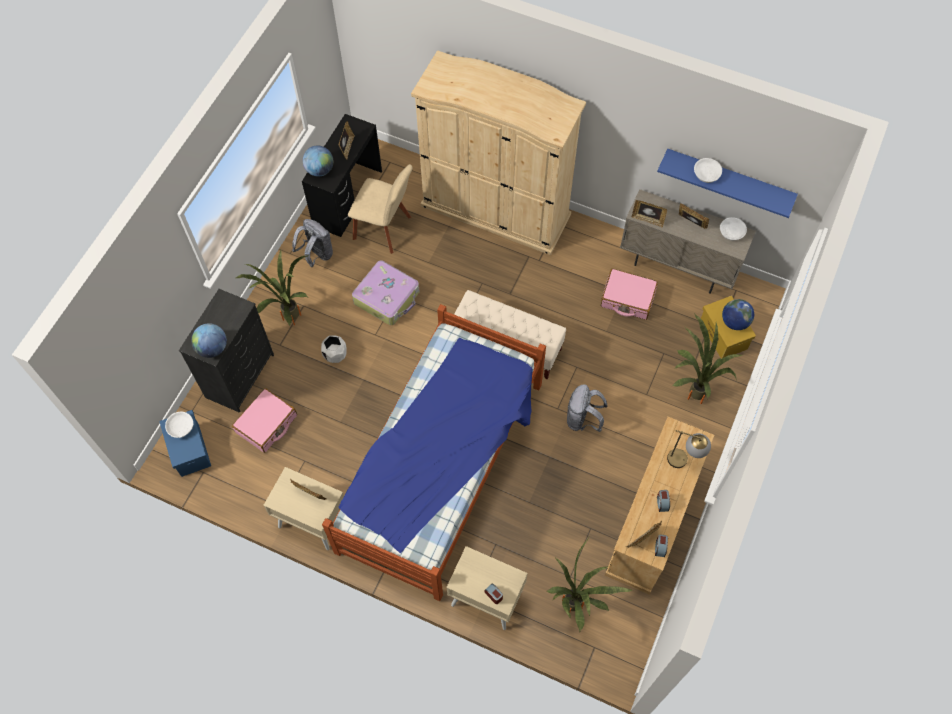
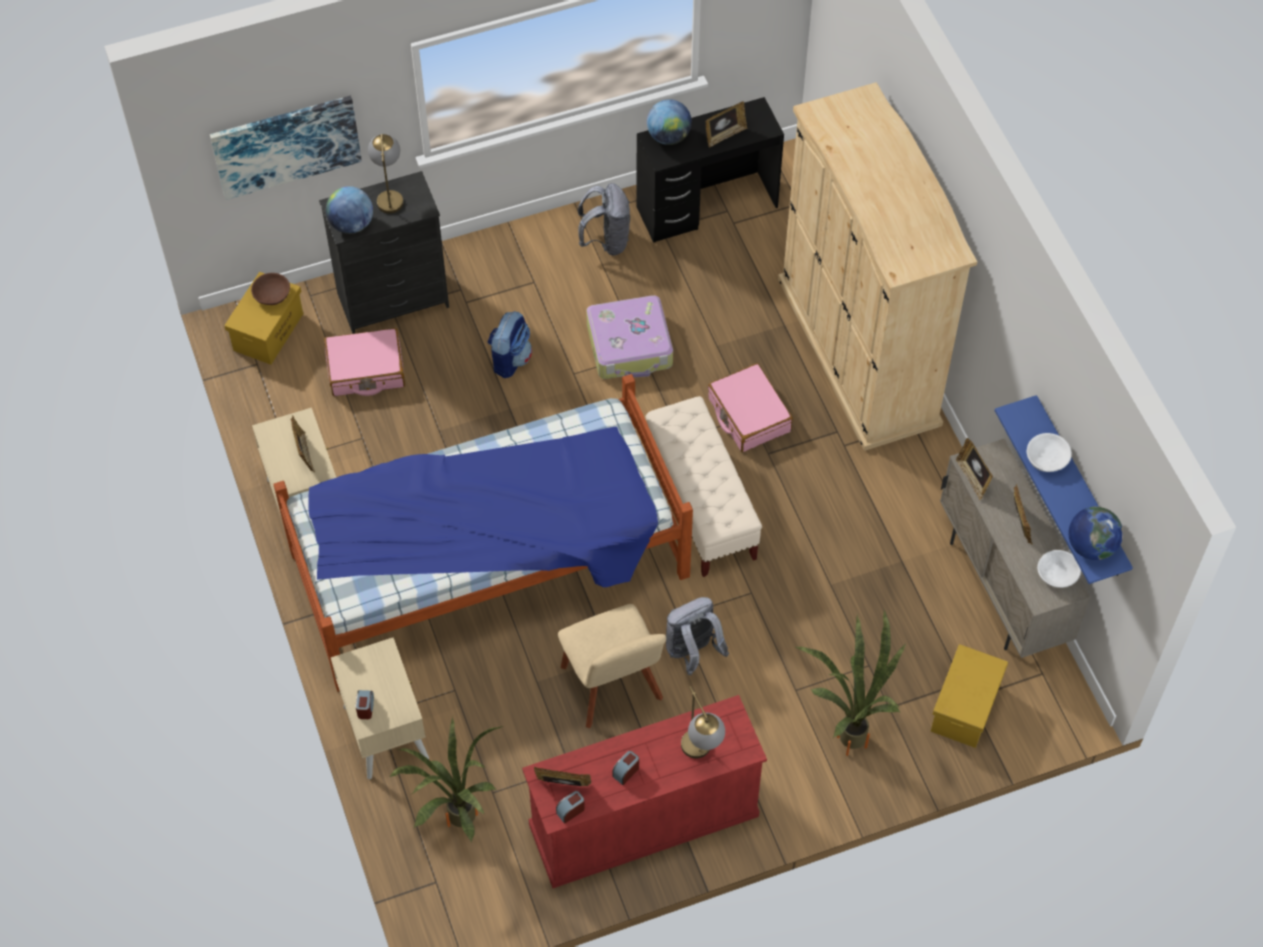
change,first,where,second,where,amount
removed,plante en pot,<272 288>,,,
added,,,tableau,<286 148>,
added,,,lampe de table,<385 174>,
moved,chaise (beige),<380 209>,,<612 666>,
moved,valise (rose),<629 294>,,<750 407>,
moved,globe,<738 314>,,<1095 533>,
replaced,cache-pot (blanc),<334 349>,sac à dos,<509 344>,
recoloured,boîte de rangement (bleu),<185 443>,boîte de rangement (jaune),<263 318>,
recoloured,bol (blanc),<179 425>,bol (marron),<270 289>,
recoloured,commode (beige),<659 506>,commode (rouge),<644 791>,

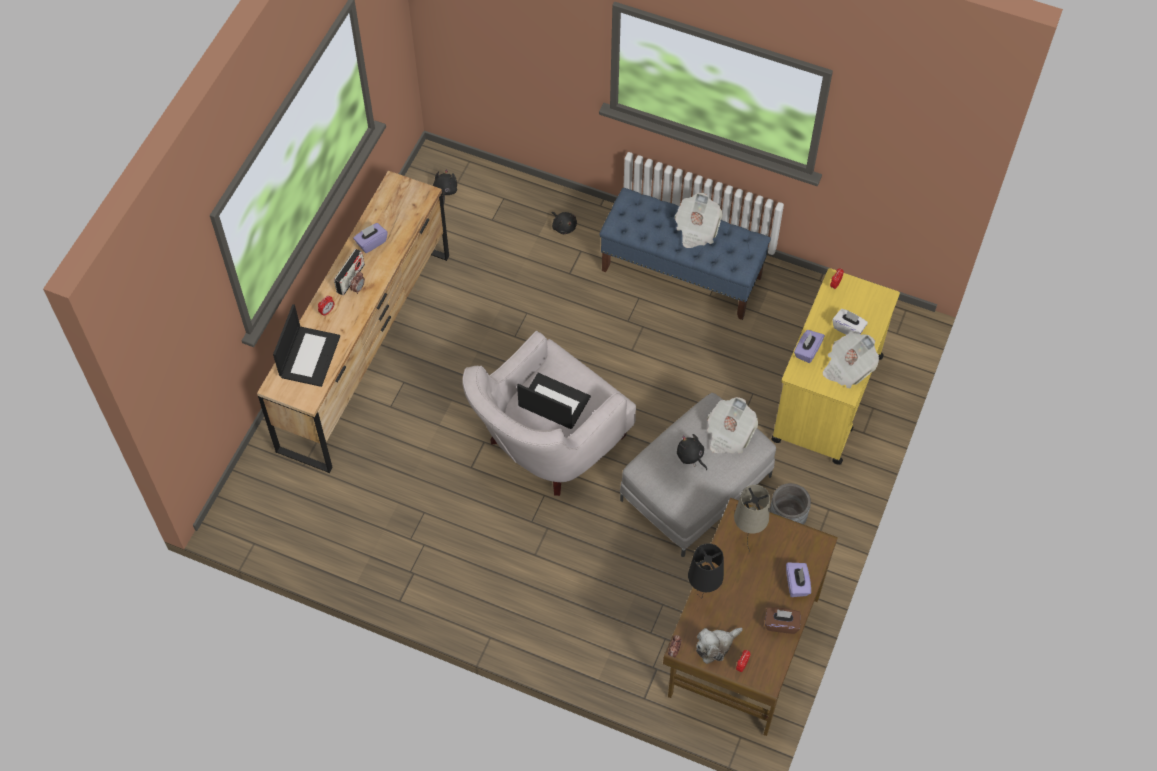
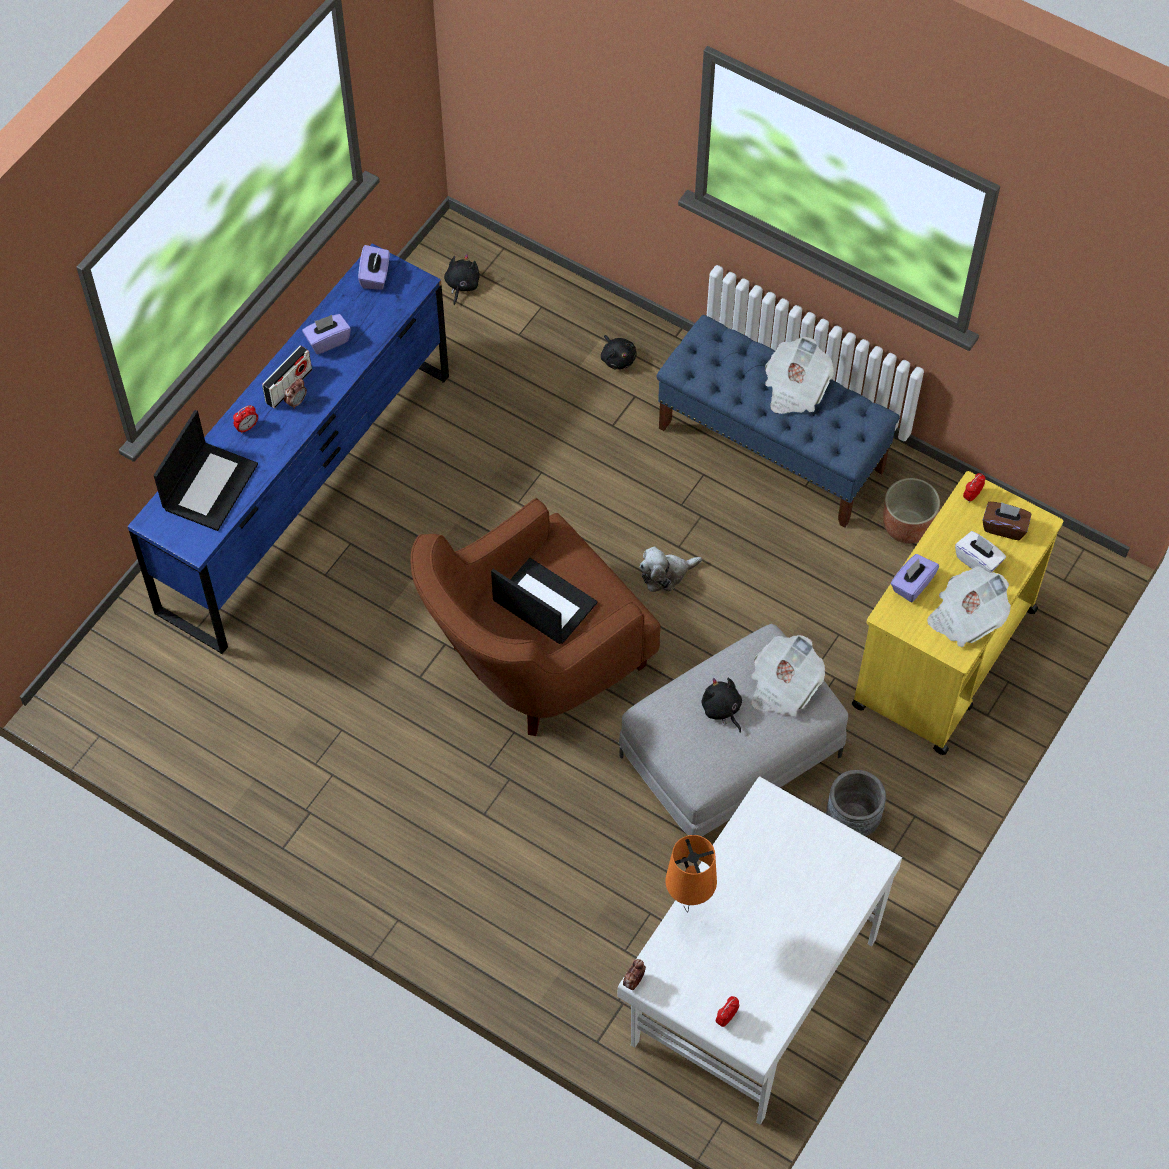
change,first,where,second,where,amount
removed,lampe de table (beige),<752 518>,,,
added,,,cache-pot,<911 511>,
moved,peluche,<719 646>,,<671 569>,
moved,boîte à mouchoirs (marron),<783 620>,,<1006 521>,
moved,boîte à mouchoirs (violet),<798 580>,,<373 267>,
recoloured,commode (marron),<353 322>,commode (bleu),<288 448>,
recoloured,fauteuil (blanc),<549 413>,fauteuil (marron),<535 617>,
recoloured,bureau (marron),<750 617>,bureau (blanc),<759 950>,
recoloured,lampe de table (noir),<706 570>,lampe de table (orange),<691 873>,

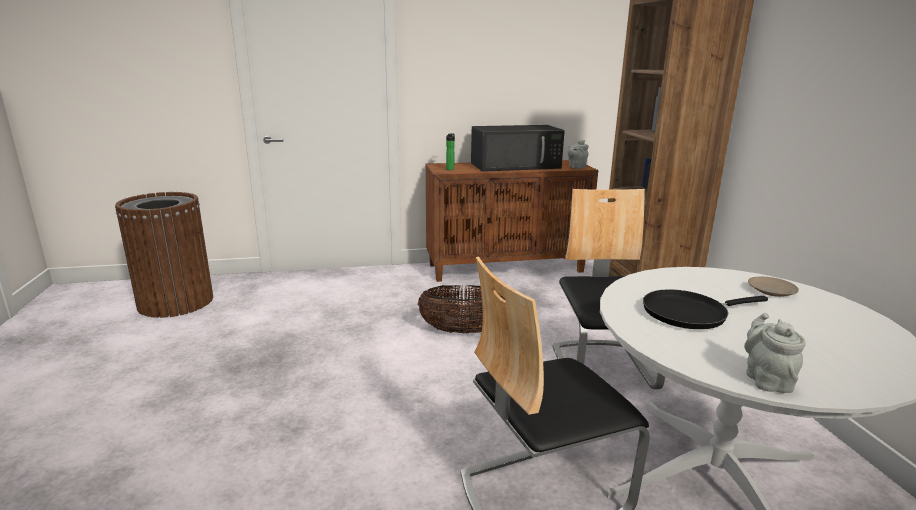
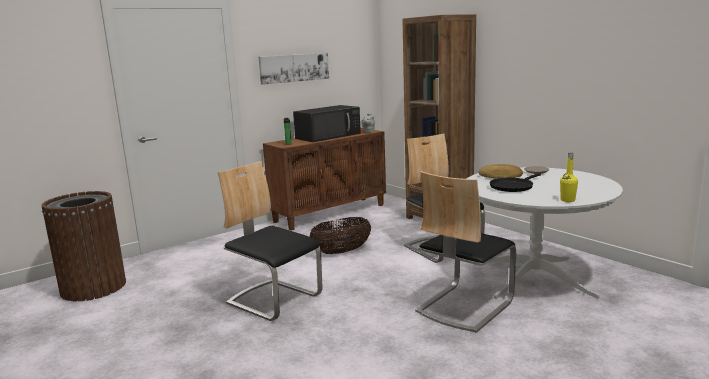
change,first,where,second,where,amount
added,,,chaise,<270 241>,
added,,,tableau,<293 69>,
added,,,pain,<500 171>,
replaced,théière (gris),<774 353>,bouteille (jaune),<569 177>,

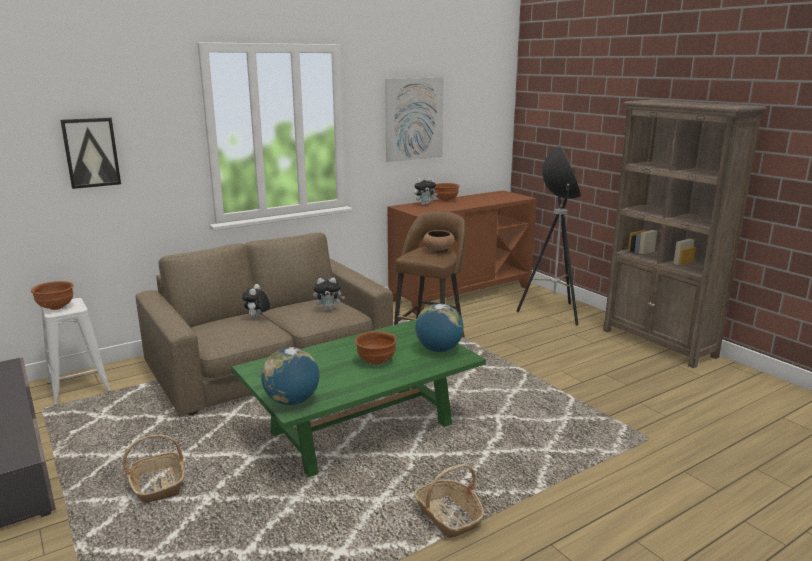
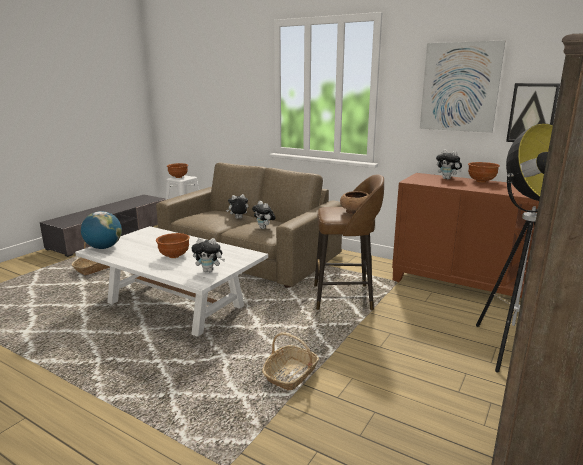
change,first,where,second,where,amount
moved,tableau,<90 153>,,<533 112>,
moved,panier,<449 501>,,<290 361>,
replaced,globe,<439 328>,peluche,<208 255>,
recoloured,table basse (vert),<359 398>,table basse (blanc),<171 281>,

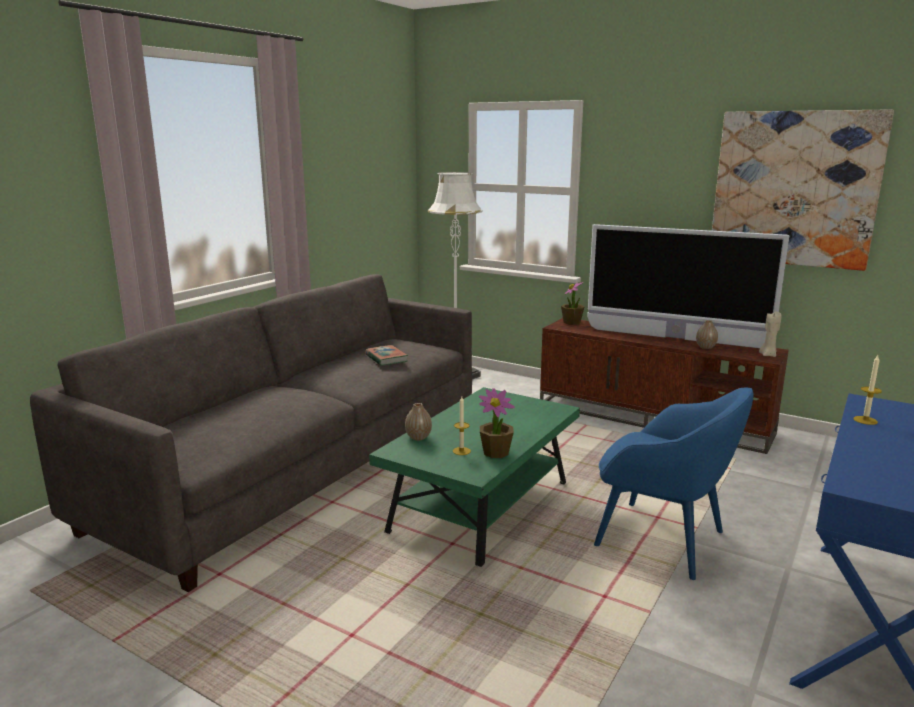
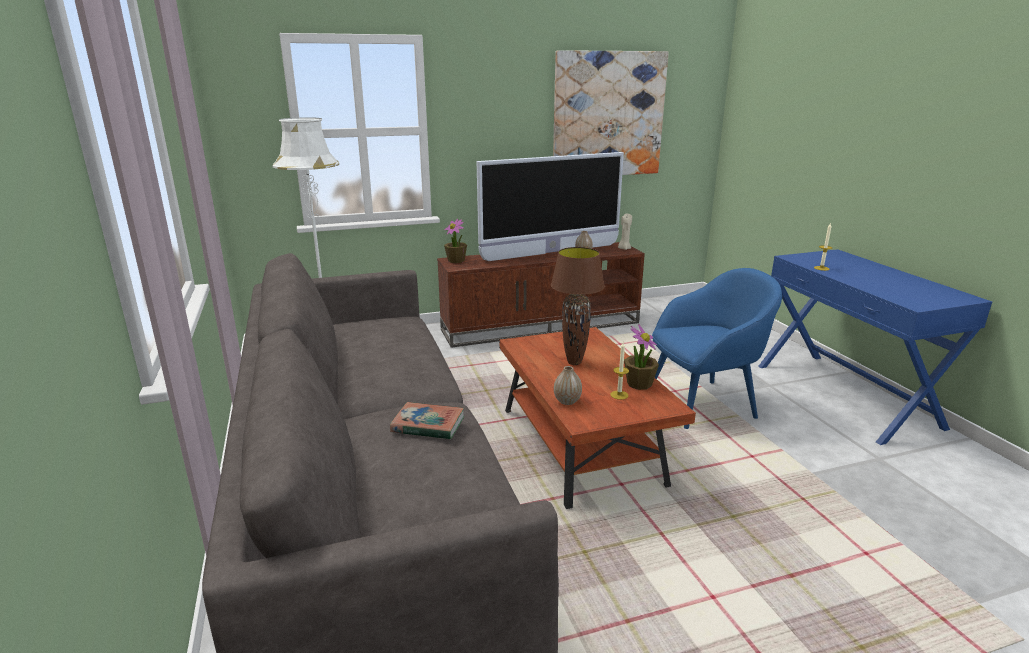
change,first,where,second,where,amount
added,,,lampe de table (marron),<578 306>,
moved,livre,<386 355>,,<427 421>,
recoloured,table basse (vert),<474 477>,table basse (marron),<597 418>,

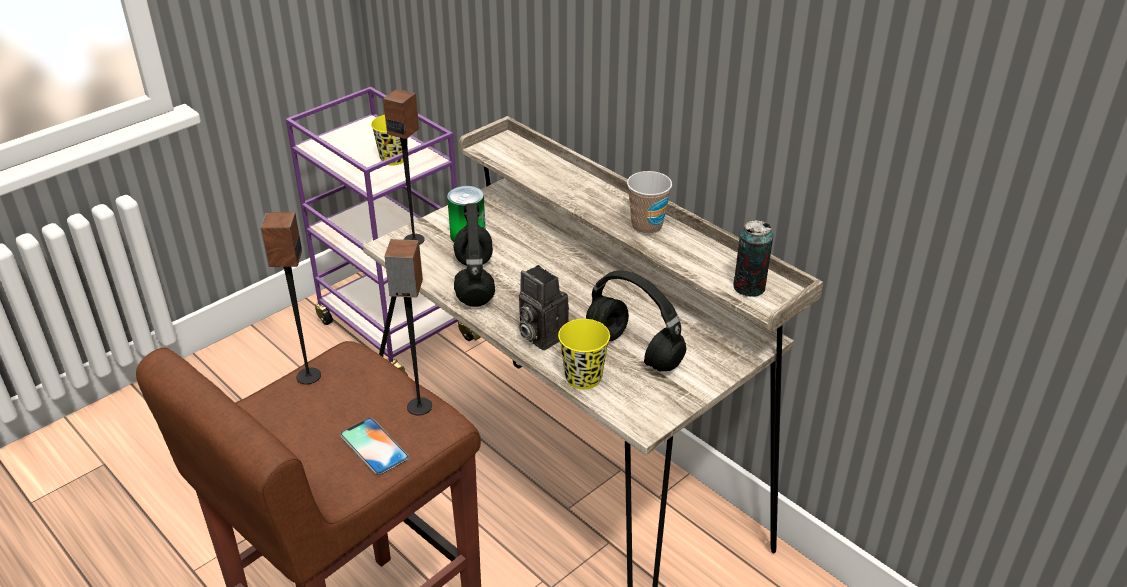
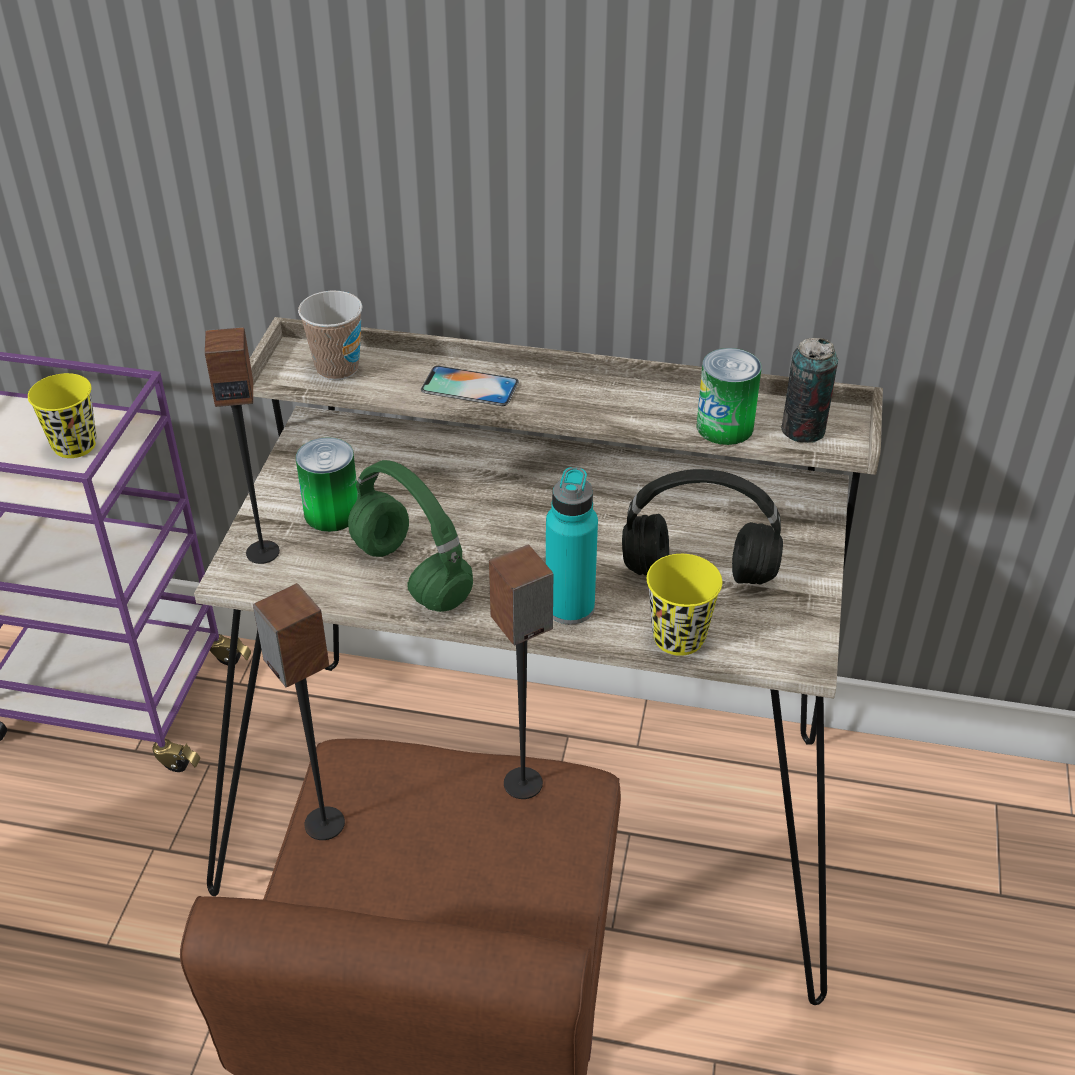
change,first,where,second,where,amount
added,,,boîte métallique,<729 396>,
moved,téléphone,<374 446>,,<470 386>,
moved,tasse,<649 202>,,<330 335>,
replaced,appareil photo,<544 307>,bouteille (turquoise),<572 546>,
recoloured,casque audio (noir),<474 255>,casque audio (vert),<410 536>,

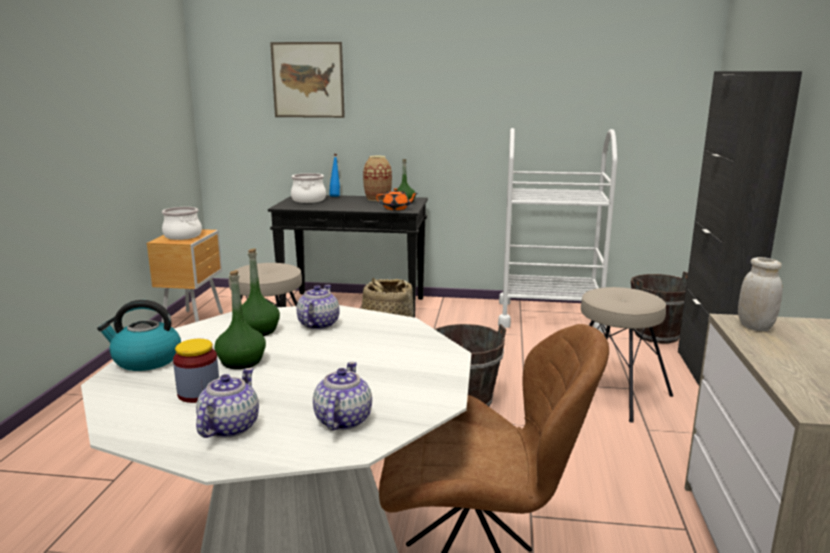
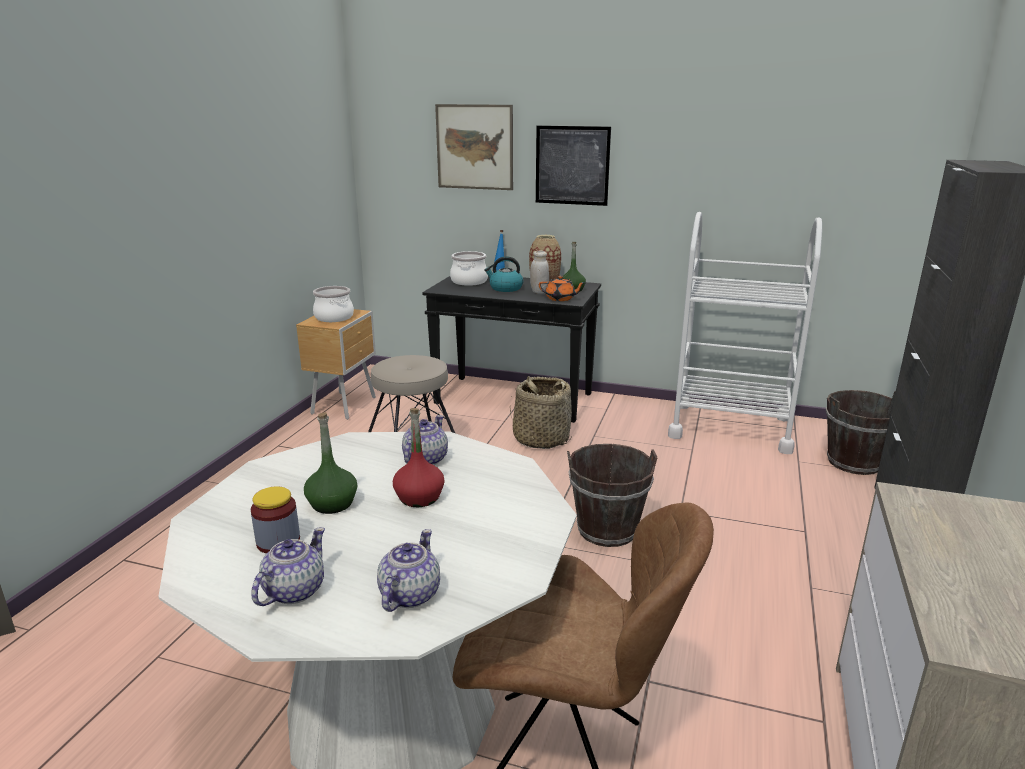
change,first,where,second,where,amount
removed,bouteille (vert),<261 292>,,,
removed,tabouret (beige),<627 355>,,,
added,,,bouteille (rouge),<419 457>,
added,,,tableau,<573 166>,
moved,bouilloire,<139 335>,,<503 274>,
moved,bocal (blanc),<760 294>,,<539 272>,

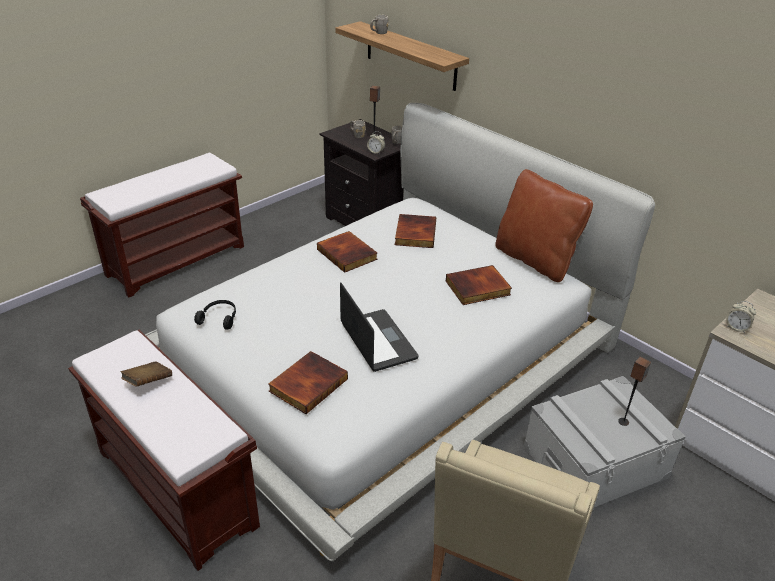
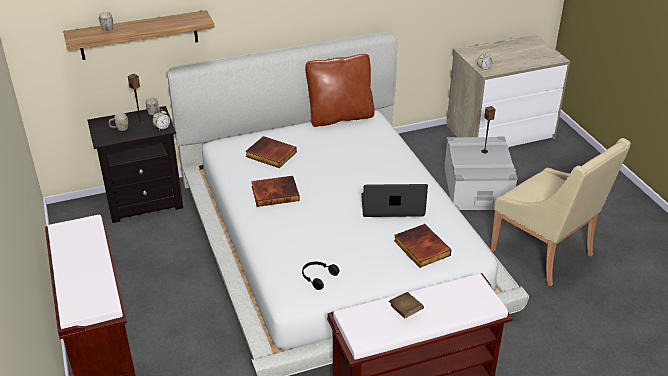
change,first,where,second,where,amount
removed,livre,<479 285>,,,

